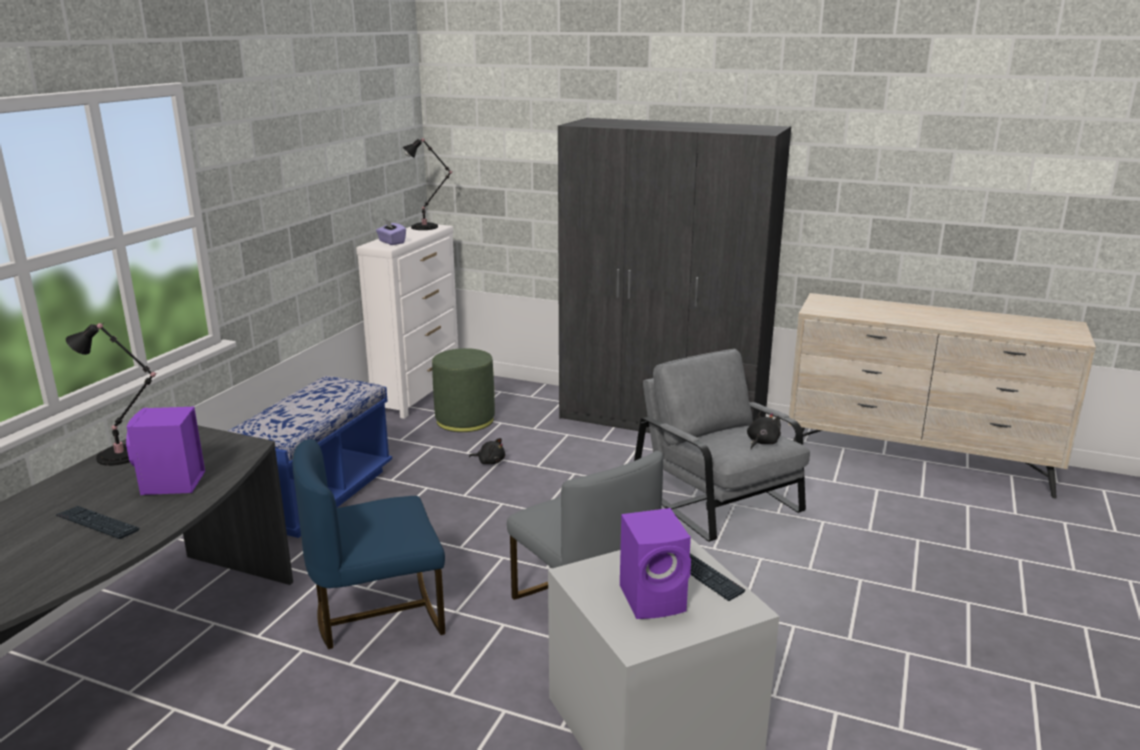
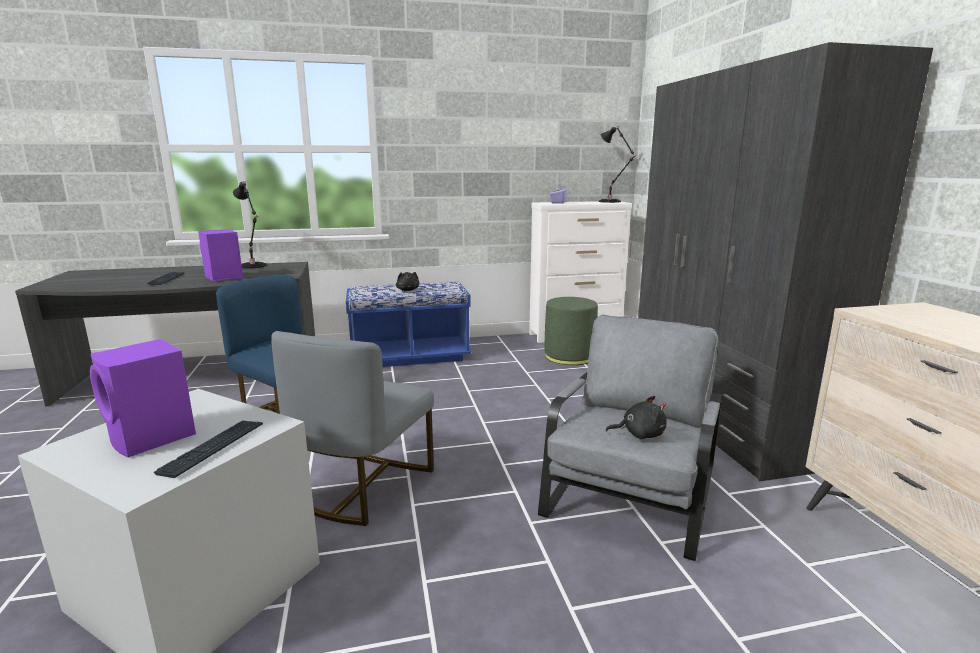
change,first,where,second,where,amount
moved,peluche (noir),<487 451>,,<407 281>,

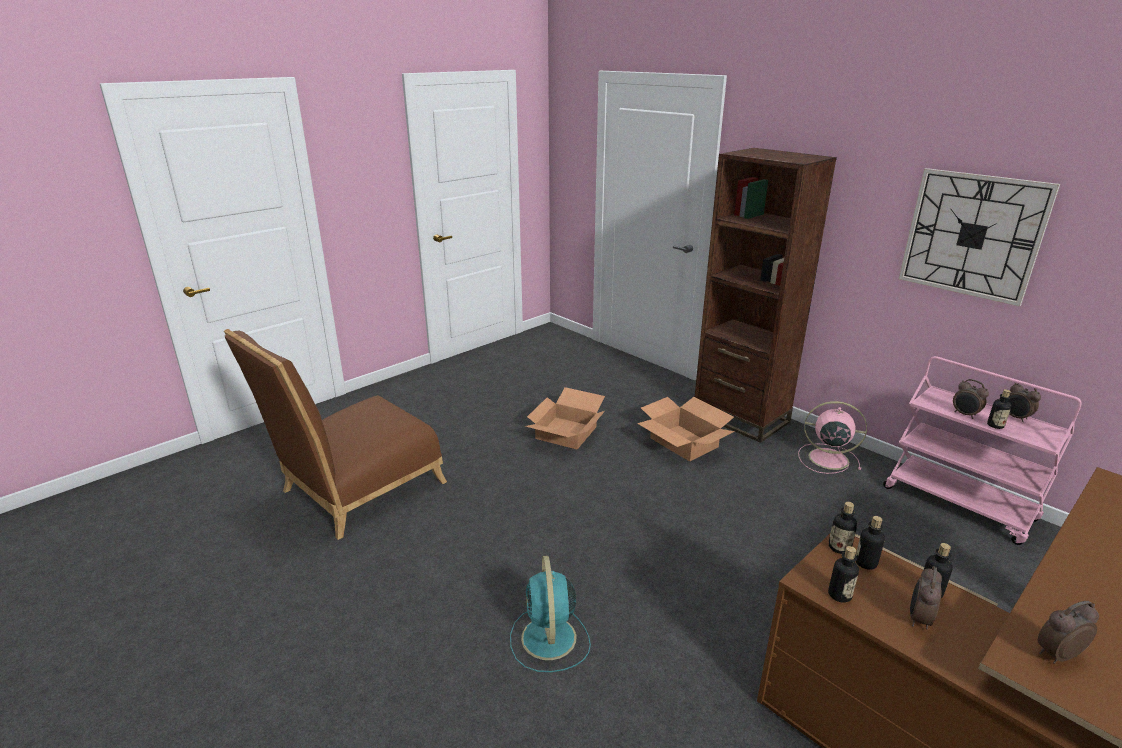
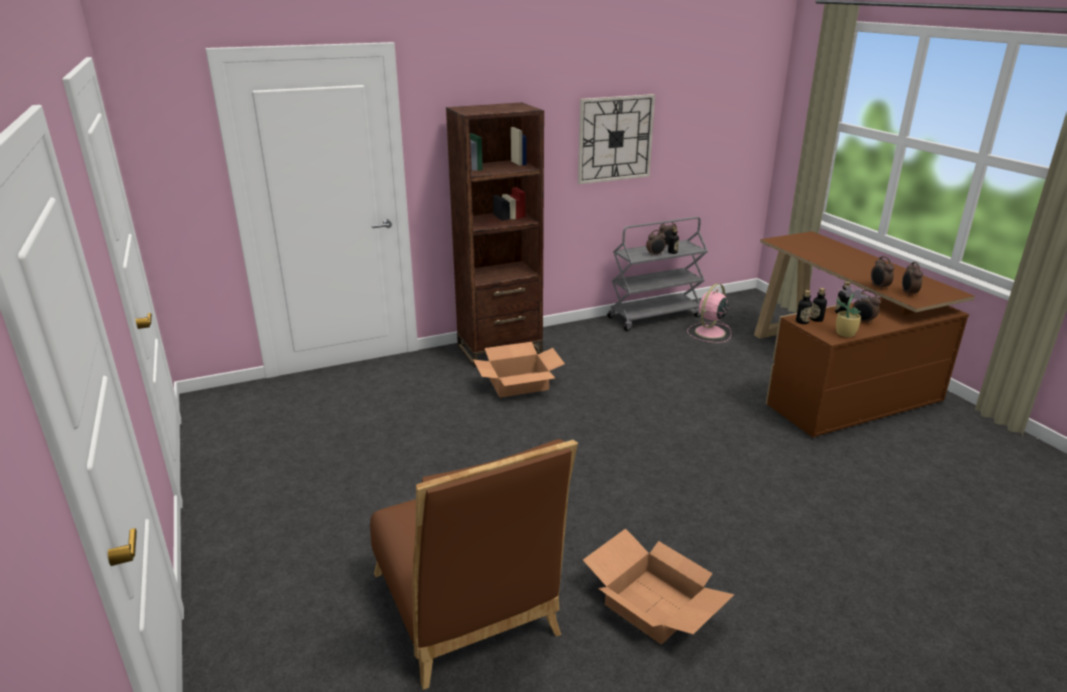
change,first,where,second,where,amount
removed,ventilateur (turquoise),<550 614>,,,
added,,,réveil,<882 273>,
moved,carton,<565 418>,,<659 586>,
moved,ventilateur (rose),<832 437>,,<709 313>,
replaced,bouteille,<843 574>,plante en pot,<852 311>,
recoloured,chariot (rose),<982 450>,chariot (gris),<657 274>,

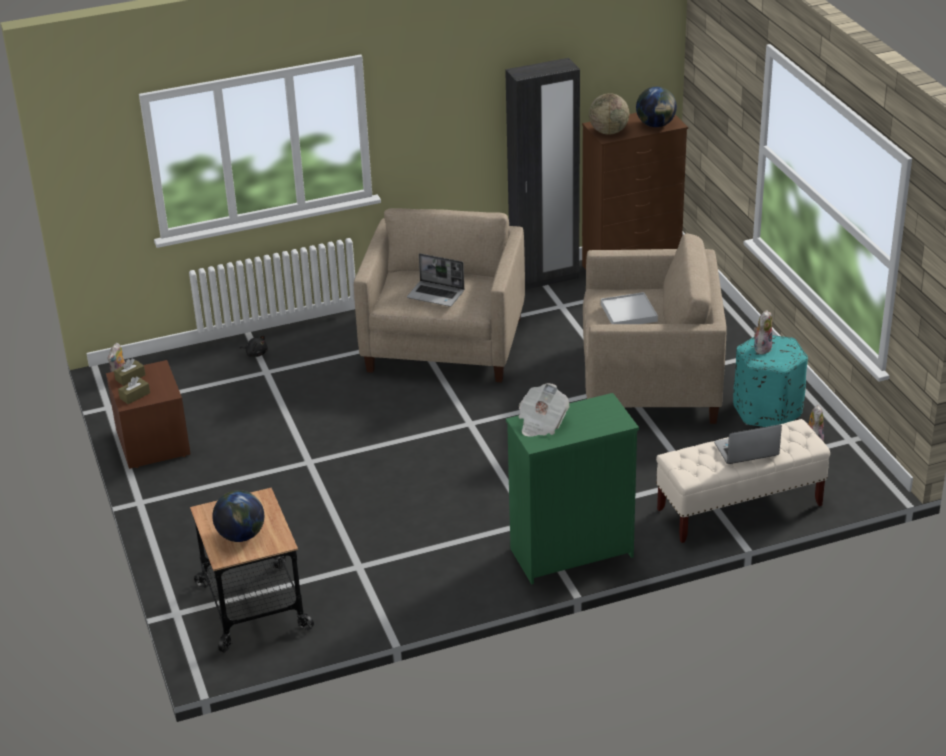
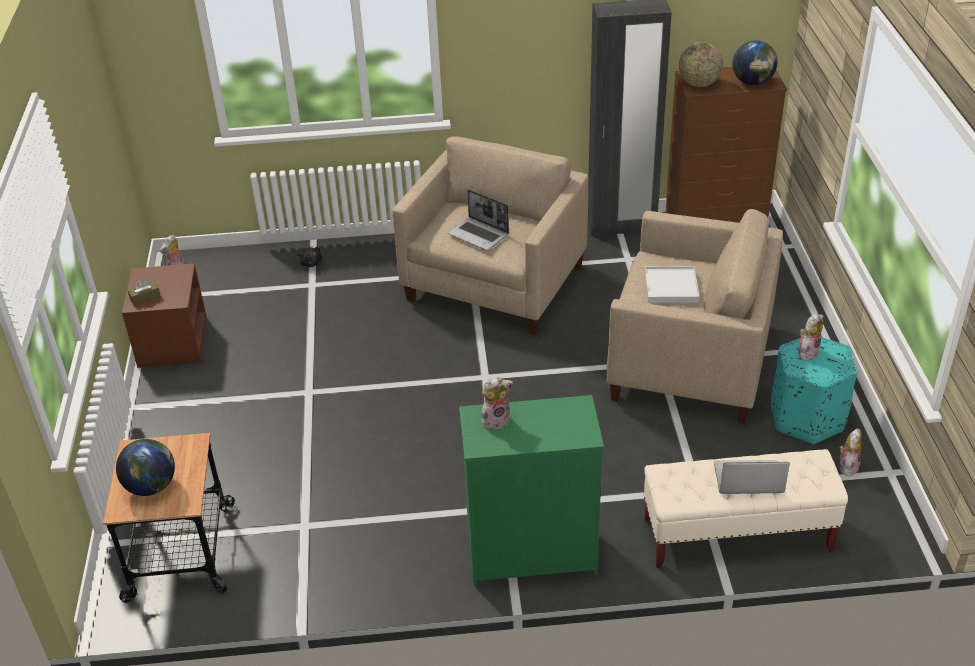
change,first,where,second,where,amount
removed,boîte à mouchoirs (marron),<129 372>,,,
replaced,journal,<544 410>,peluche,<497 403>,

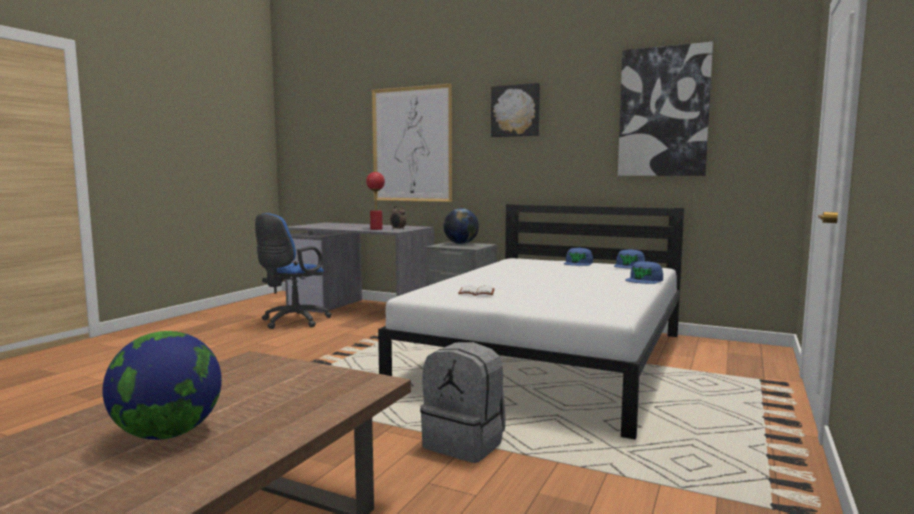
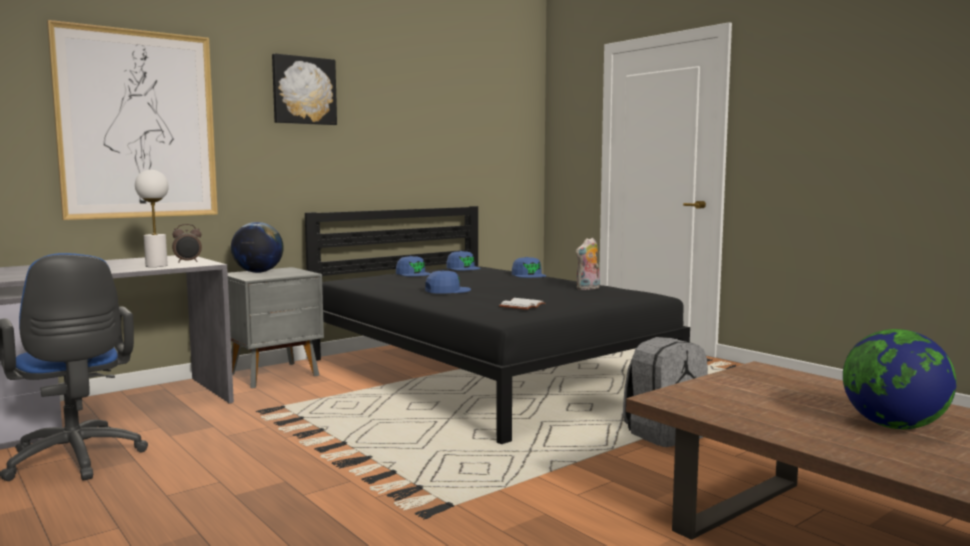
change,first,where,second,where,amount
removed,tableau,<665 109>,,,
added,,,casquette (bleu),<448 282>,
added,,,peluche,<588 264>,
recoloured,lampe de table (rouge),<375 201>,lampe de table (blanc),<152 218>,
recoloured,lit (blanc),<531 322>,lit (noir),<497 325>,

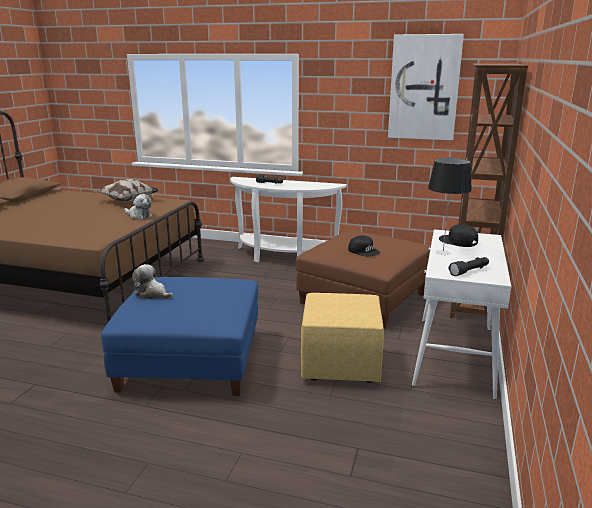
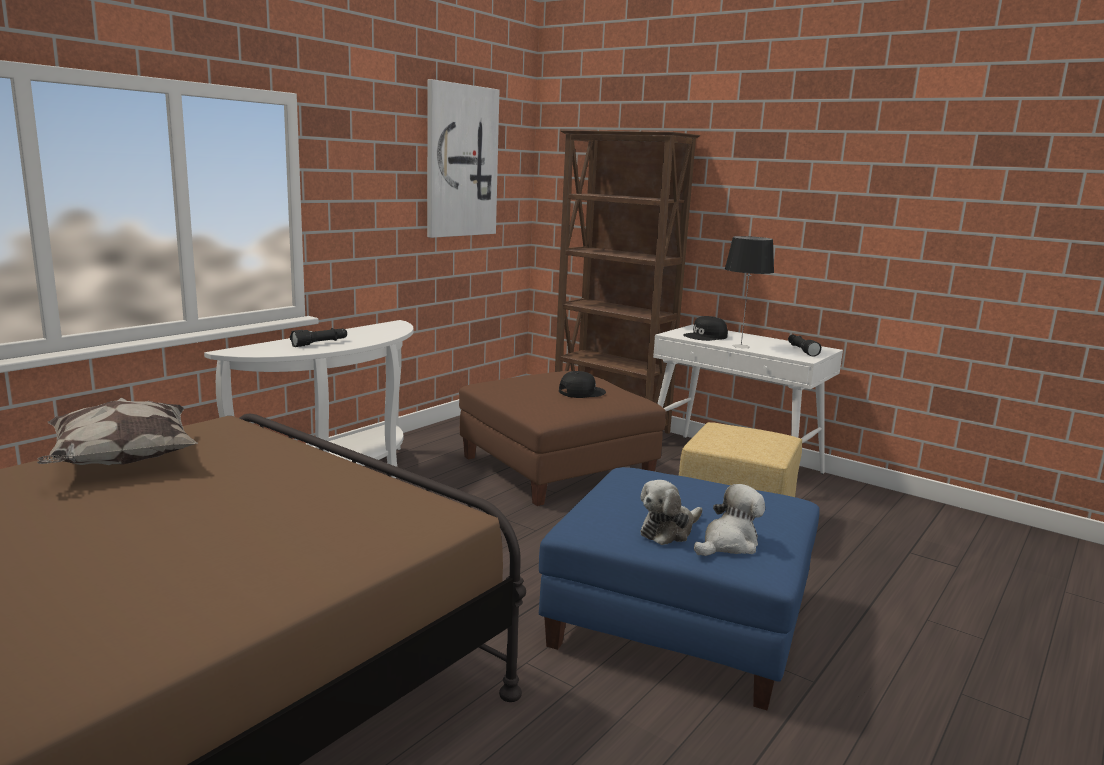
change,first,where,second,where,amount
moved,peluche,<138 206>,,<729 520>,

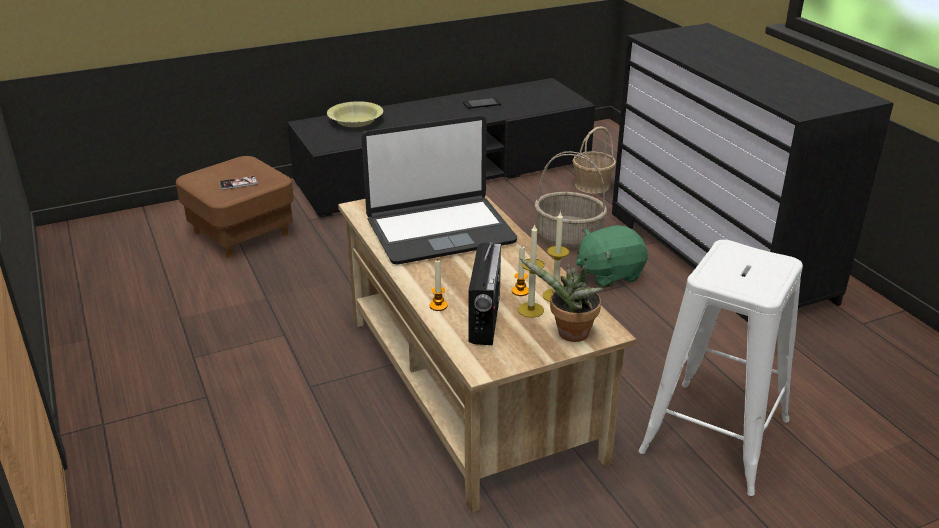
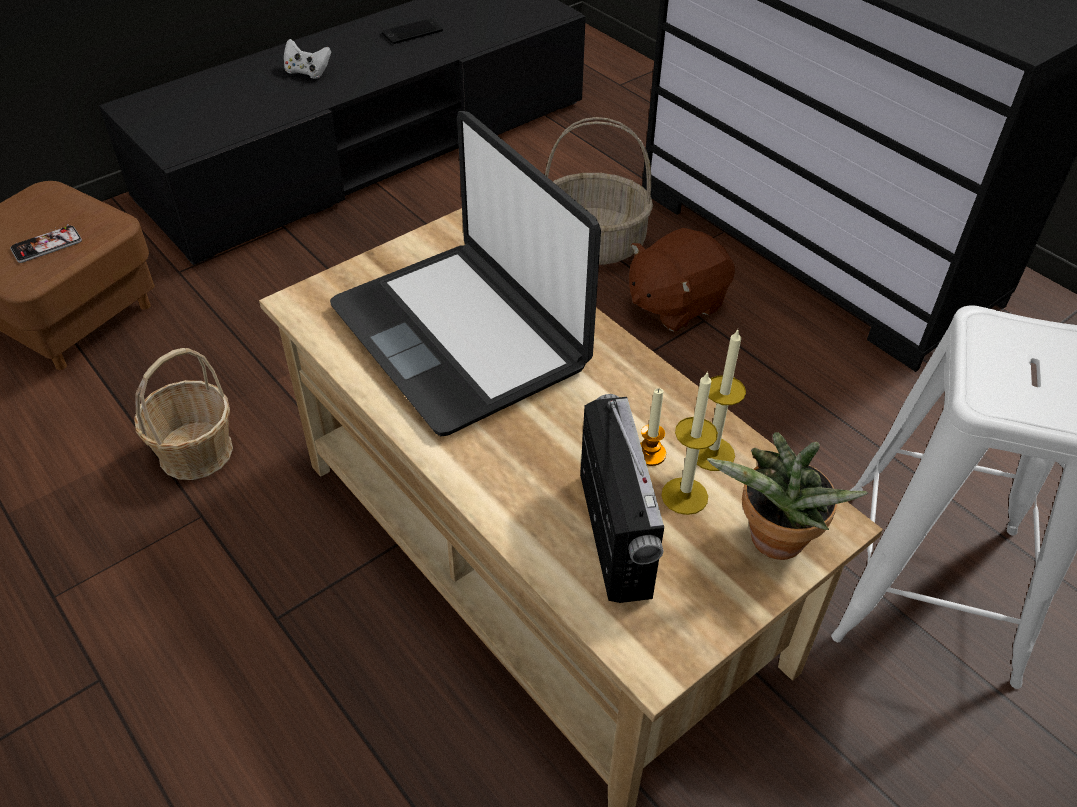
change,first,where,second,where,amount
removed,bol (jaune),<355 114>,,,
removed,bougie,<438 285>,,,
added,,,manette (blanc),<307 59>,
moved,panier,<594 160>,,<183 414>,
recoloured,peluche (vert),<612 256>,peluche (marron),<682 280>,
turned,ordinateur portable,<439 189>,,<465 273>,90 degrees clockwise

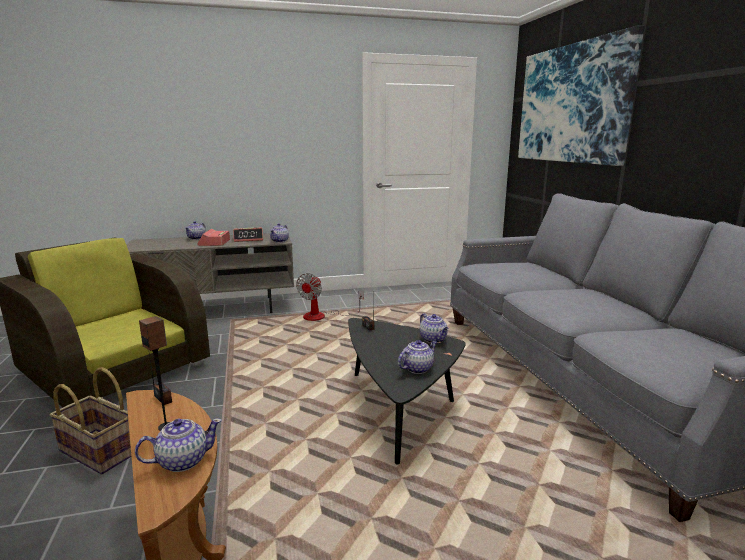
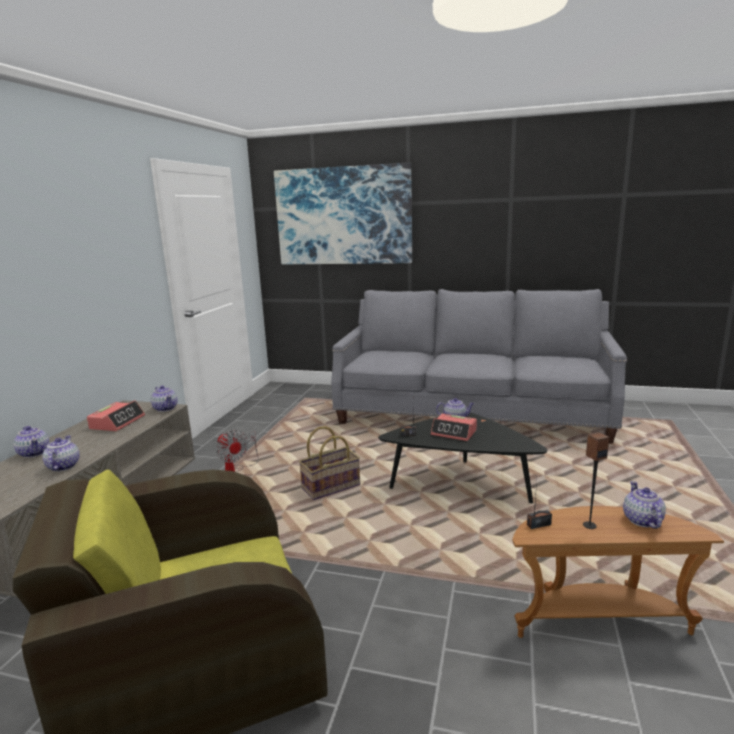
change,first,where,second,where,amount
moved,panier,<90 420>,,<329 463>,
moved,réveil,<213 237>,,<454 427>,
moved,théière,<417 357>,,<60 453>,

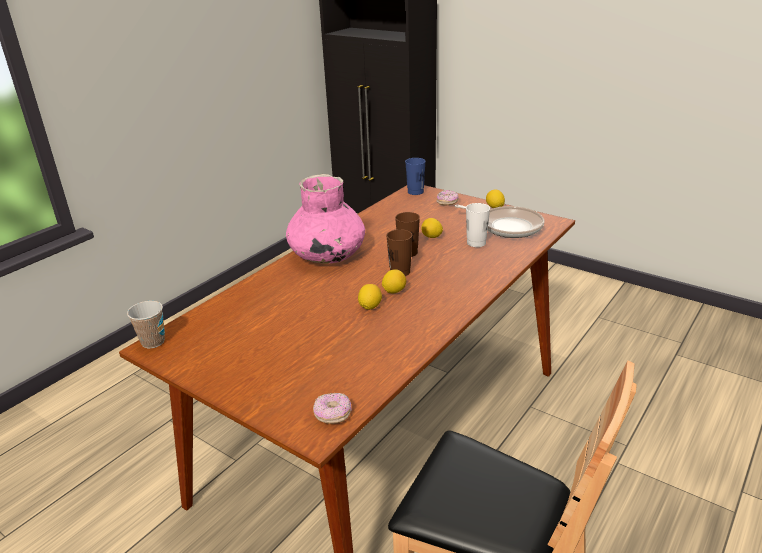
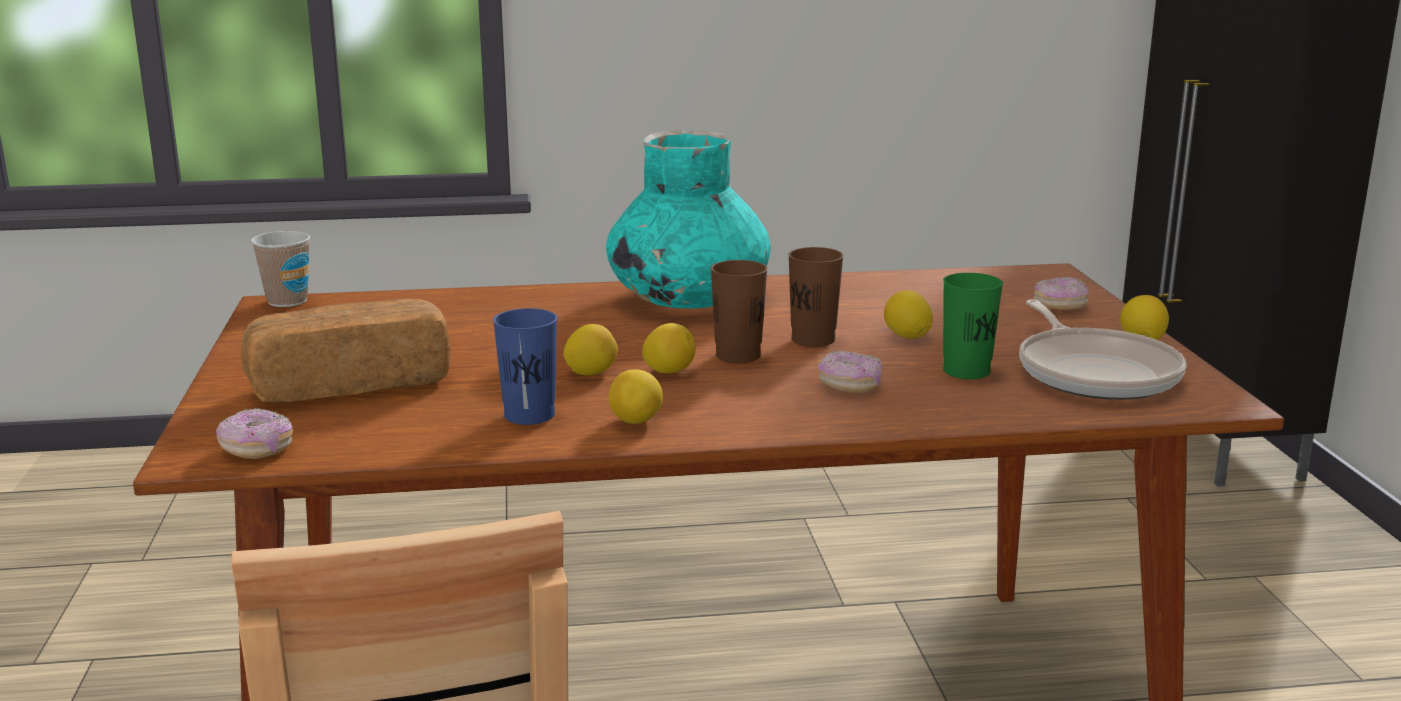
change,first,where,second,where,amount
added,,,pain,<345 350>,
added,,,citron,<636 396>,
added,,,beignet,<850 371>,
moved,tasse (bleu),<415 176>,,<525 366>,
recoloured,vase (rose),<325 219>,vase (turquoise),<688 219>,
recoloured,tasse (blanc),<478 225>,tasse (vert),<973 326>,

